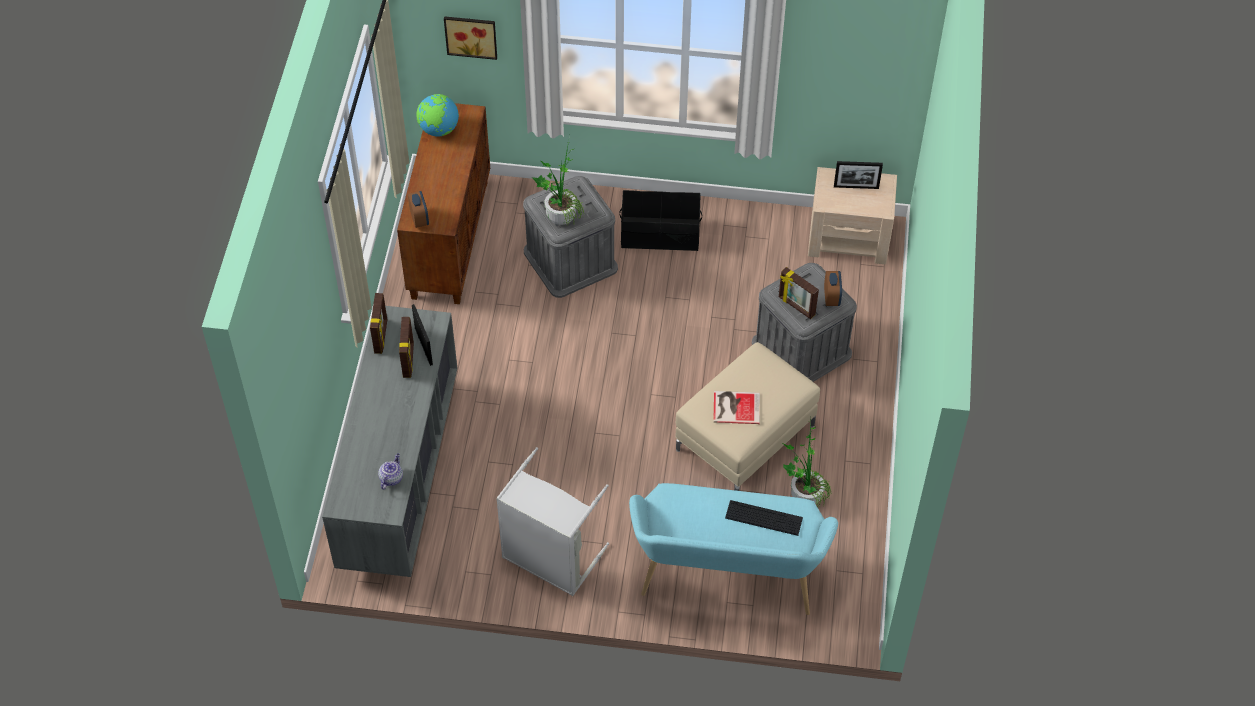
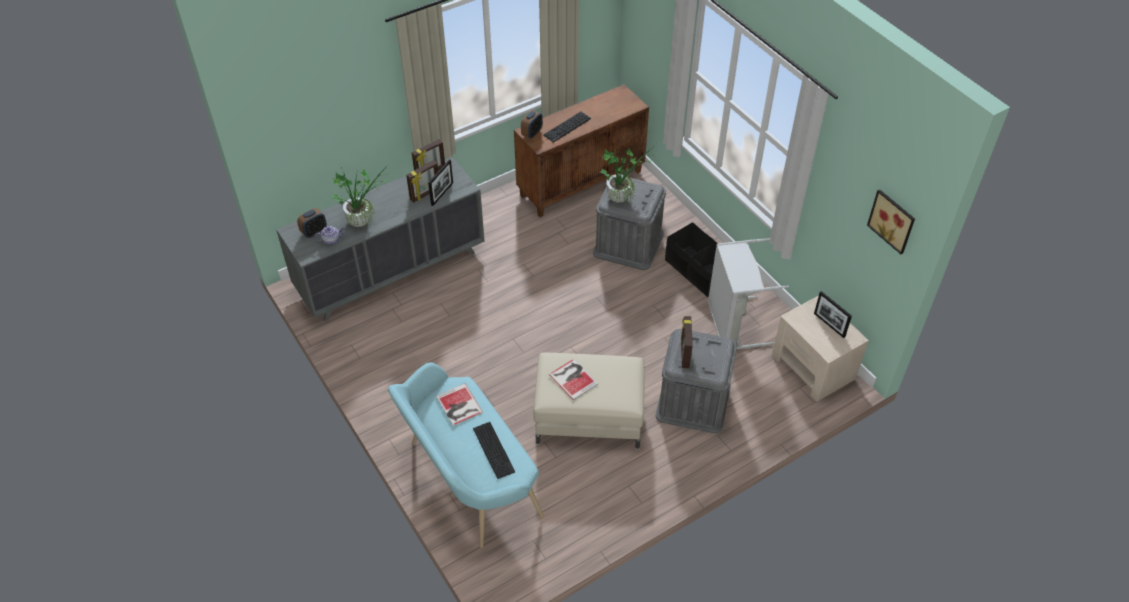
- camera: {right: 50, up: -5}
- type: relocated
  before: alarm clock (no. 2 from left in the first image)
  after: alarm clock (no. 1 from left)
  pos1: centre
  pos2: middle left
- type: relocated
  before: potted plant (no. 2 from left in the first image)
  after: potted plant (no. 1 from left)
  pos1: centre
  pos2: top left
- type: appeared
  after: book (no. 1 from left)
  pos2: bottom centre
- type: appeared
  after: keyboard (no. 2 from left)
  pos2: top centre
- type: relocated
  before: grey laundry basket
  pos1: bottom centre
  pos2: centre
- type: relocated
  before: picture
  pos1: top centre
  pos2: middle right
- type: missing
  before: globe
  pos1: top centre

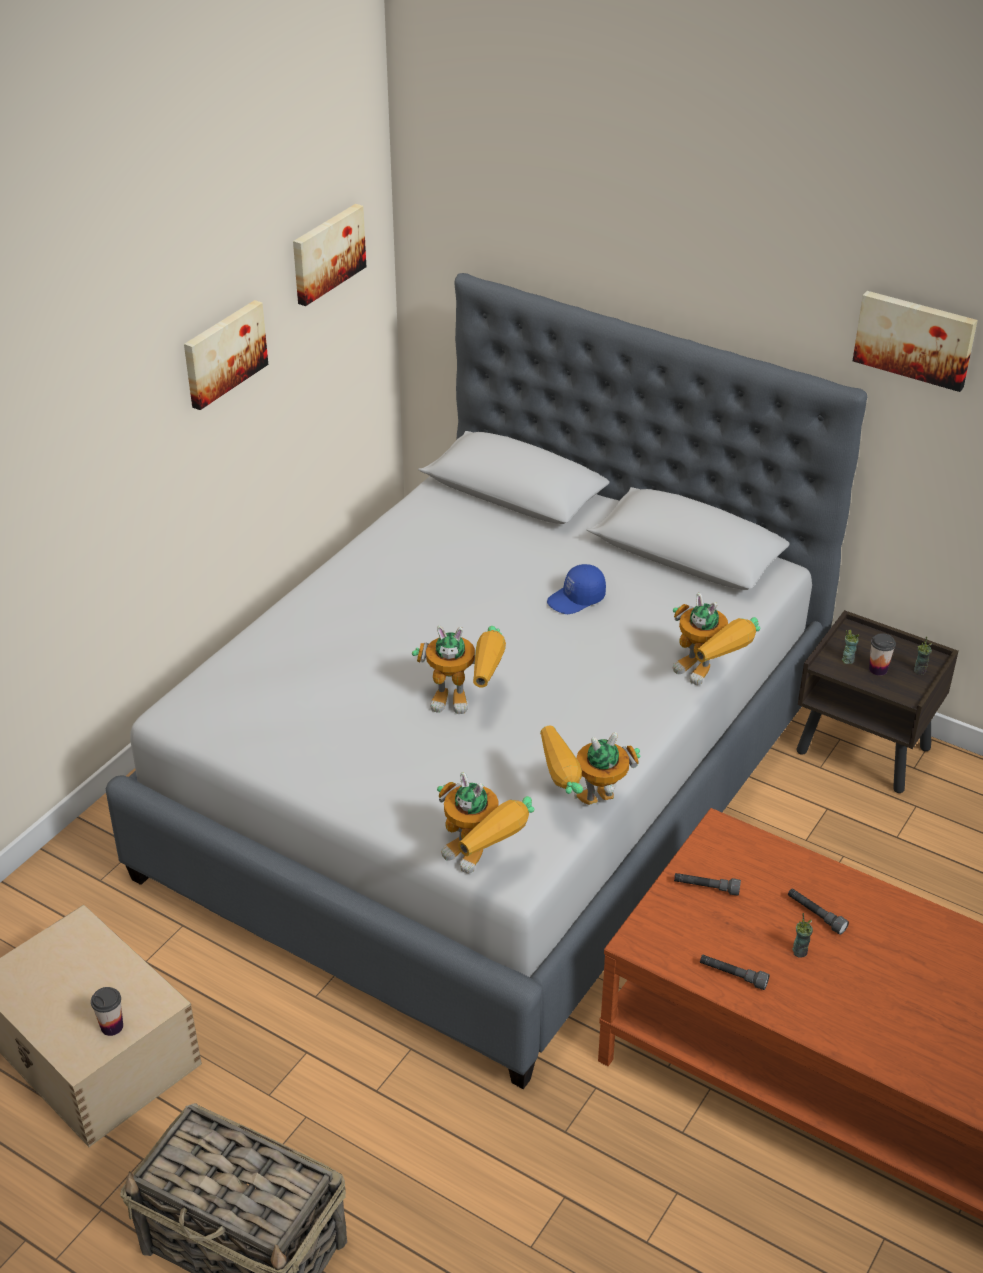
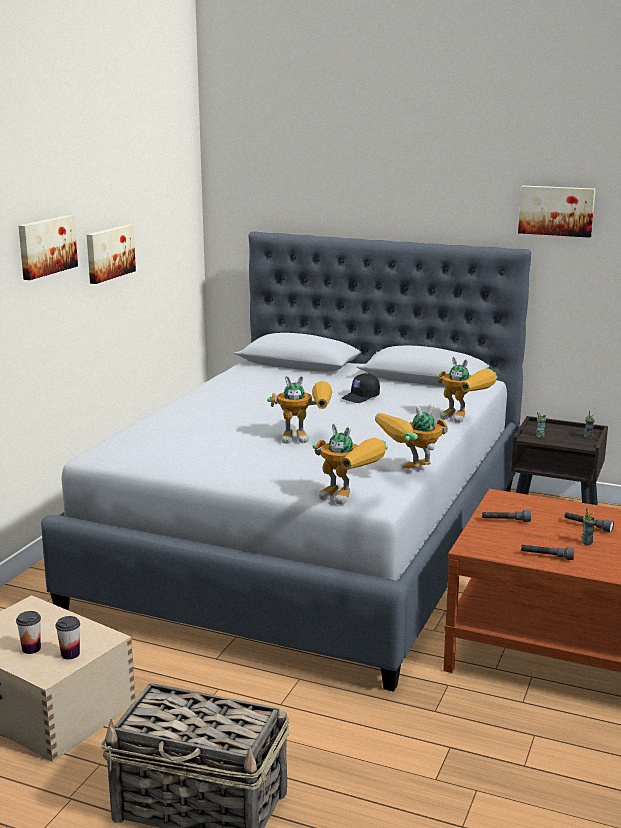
- camera: {right: -10, up: -20}
- type: relocated
  before: cup (no. 4 from left in the first image)
  after: cup (no. 1 from left)
  pos1: middle right
  pos2: bottom left
- type: relocated
  before: picture (no. 2 from left in the first image)
  after: picture (no. 1 from left)
  pos1: top centre
  pos2: top left
- type: colour
  before: blue cap
  after: black cap
  pos1: centre
  pos2: centre

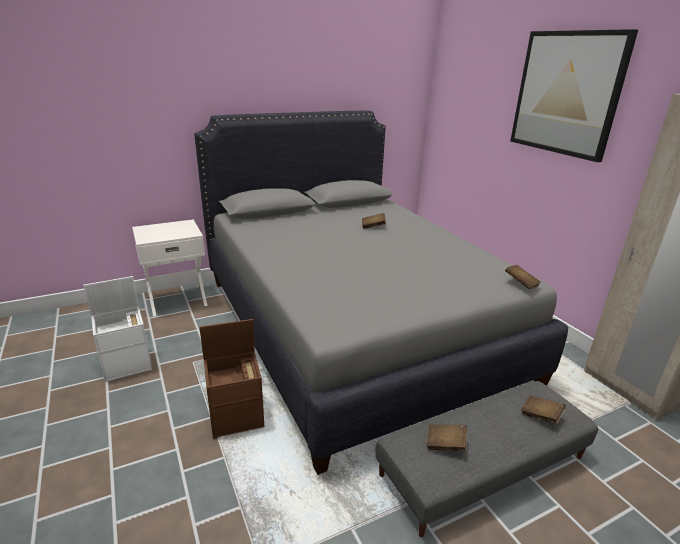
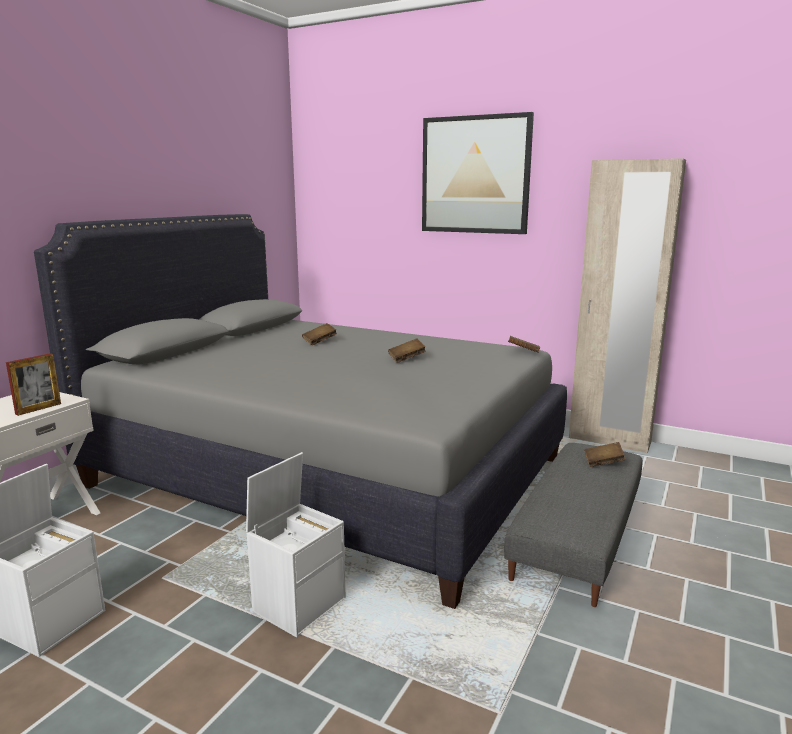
- camera: {right: -35, up: -10}
- type: appeared
  after: picture frame
  pos2: middle left
- type: colour
  before: brown storage box
  after: white storage box (no. 2 from left)
  pos1: bottom centre
  pos2: bottom centre
- type: relocated
  before: brown book (no. 2 from left)
  pos1: bottom centre
  pos2: centre

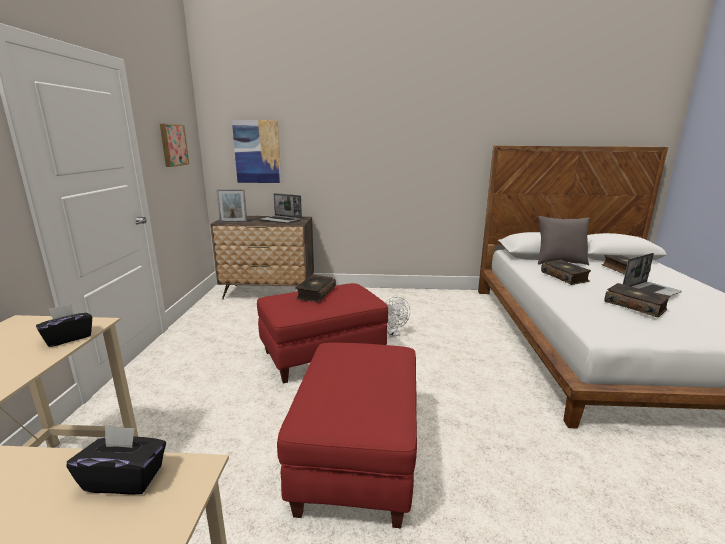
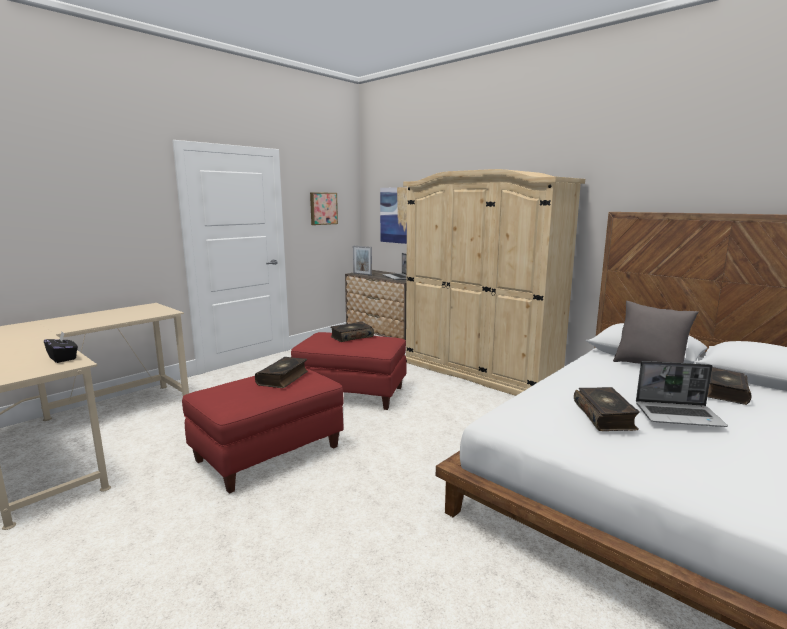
- camera: {right: 40, up: -5}
- type: relocated
  before: book (no. 2 from left in the first image)
  after: book (no. 1 from left)
  pos1: middle right
  pos2: centre
- type: appeared
  after: beige wardrobe
  pos2: centre
- type: missing
  before: black tissue box (no. 1 from left)
  pos1: middle left
- type: missing
  before: white fan
  pos1: centre

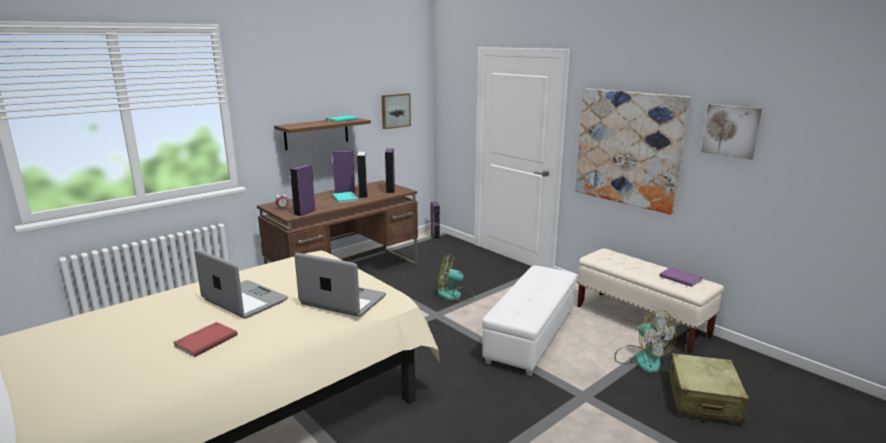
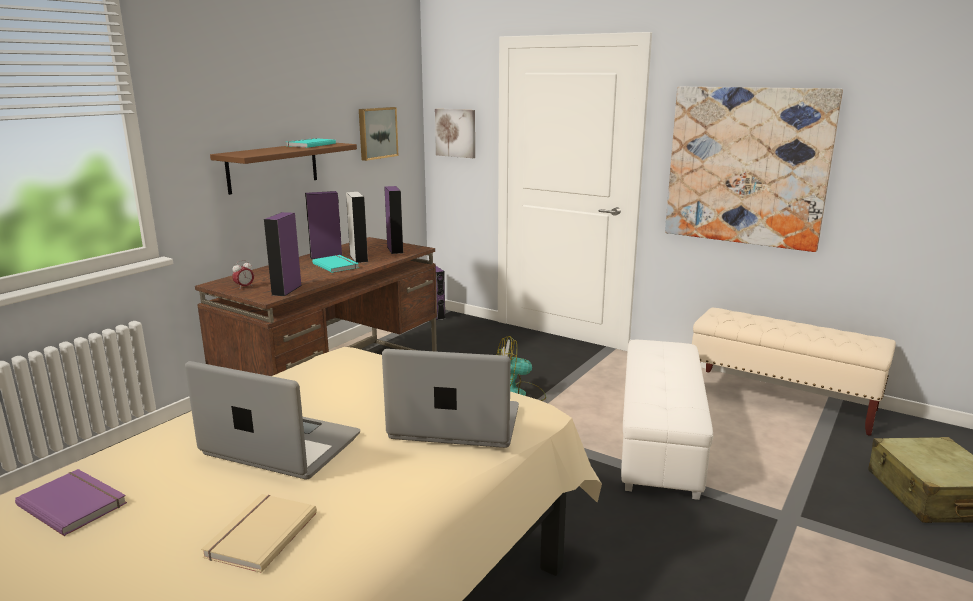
- camera: {right: -15, up: 0}
- type: relocated
  before: purple book
  pos1: middle right
  pos2: bottom left
- type: colour
  before: red book
  after: beige book
  pos1: bottom left
  pos2: bottom left
- type: relocated
  before: picture (no. 3 from left in the first image)
  after: picture (no. 2 from left)
  pos1: top right
  pos2: top centre
- type: missing
  before: fan (no. 2 from left)
  pos1: bottom right

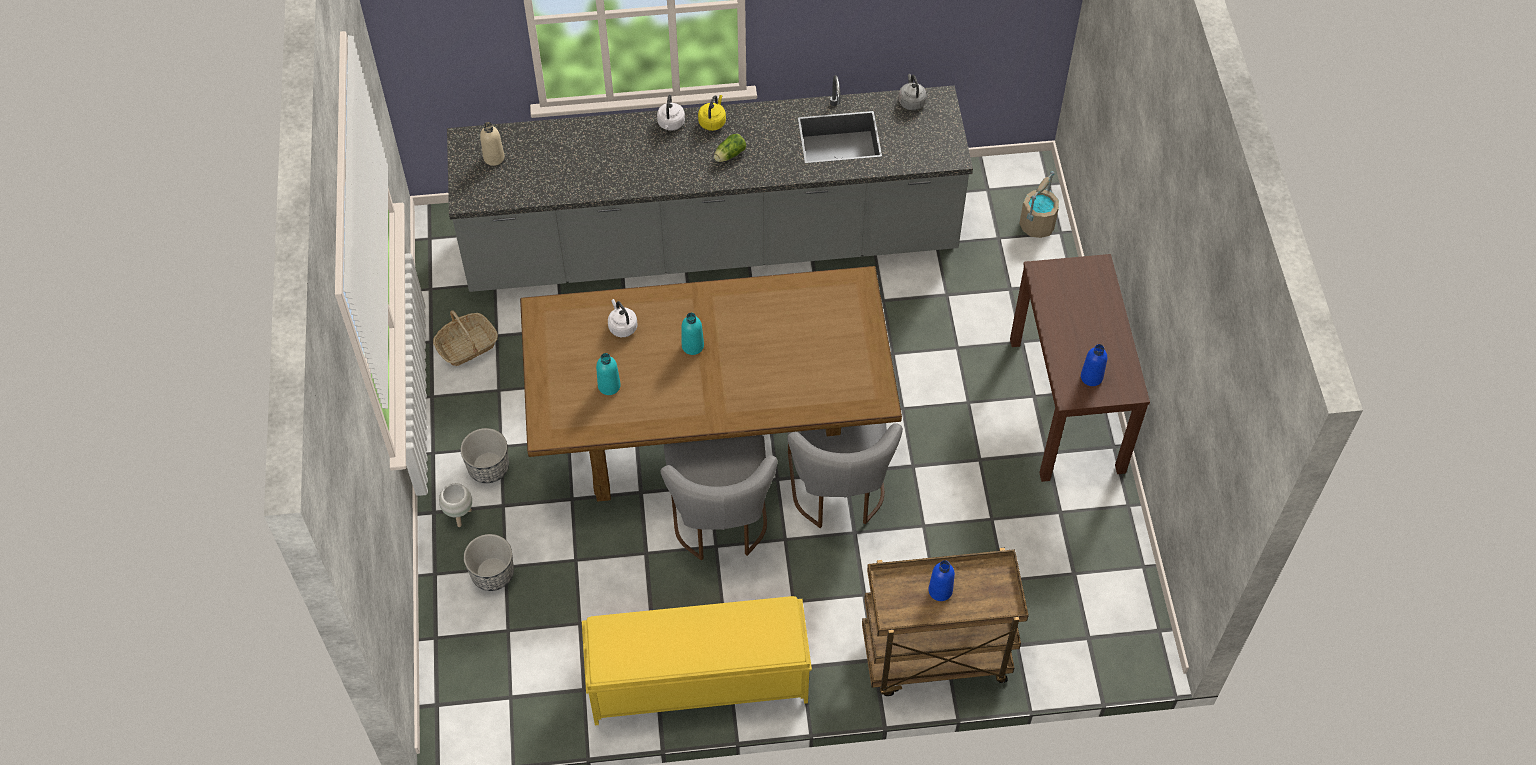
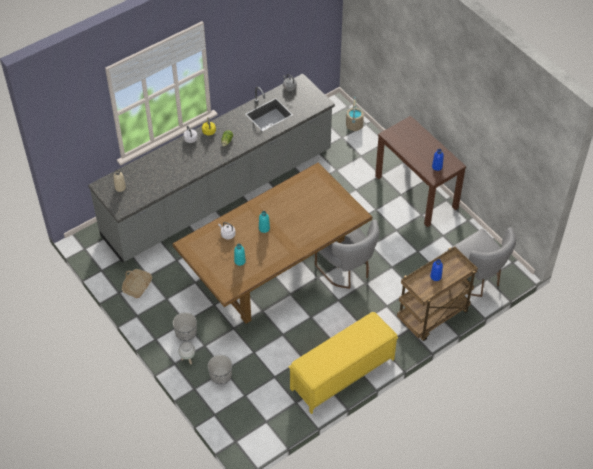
- camera: {right: -30, up: -5}
- type: relocated
  before: grey chair (no. 1 from left in the first image)
  after: grey chair (no. 2 from left)
  pos1: centre
  pos2: middle right

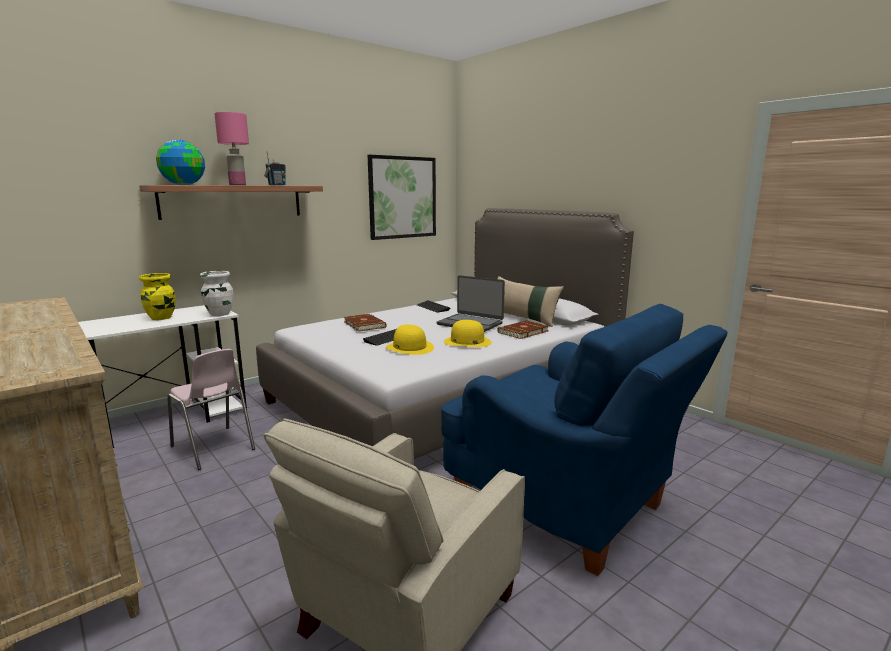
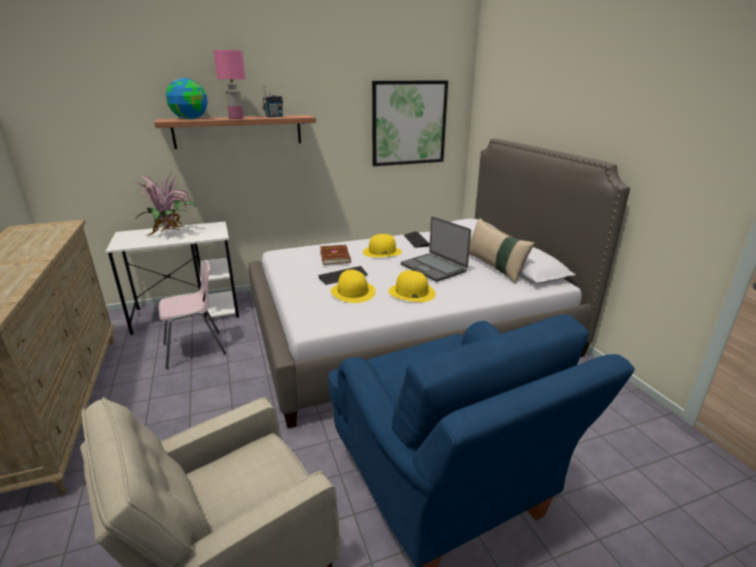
- camera: {right: 20, up: 10}
- type: exchanged
  before: yellow vase
  after: potted plant
  pos1: middle left
  pos2: middle left
- type: spun
  before: pink chair
  pos1: middle left
  pos2: middle left
  turn: -90
- type: appeared
  after: yellow hat (no. 2 from left)
  pos2: centre
- type: missing
  before: white vase
  pos1: middle left
- type: missing
  before: brown book (no. 2 from left)
  pos1: centre

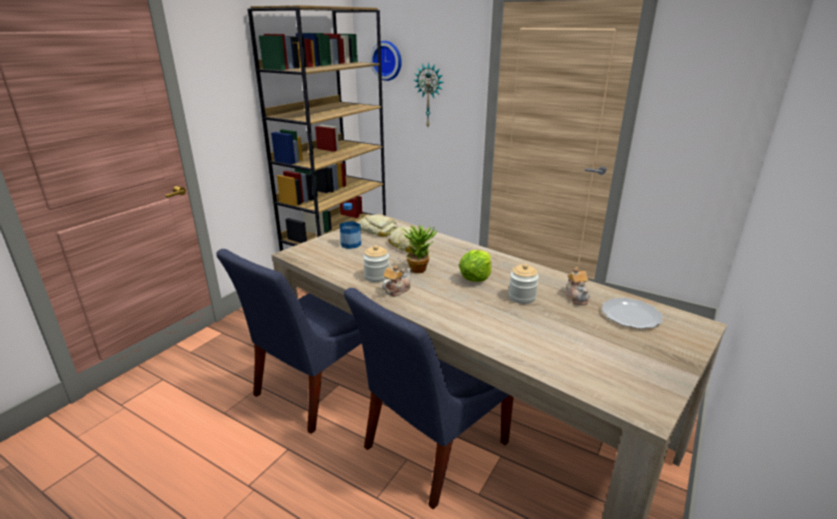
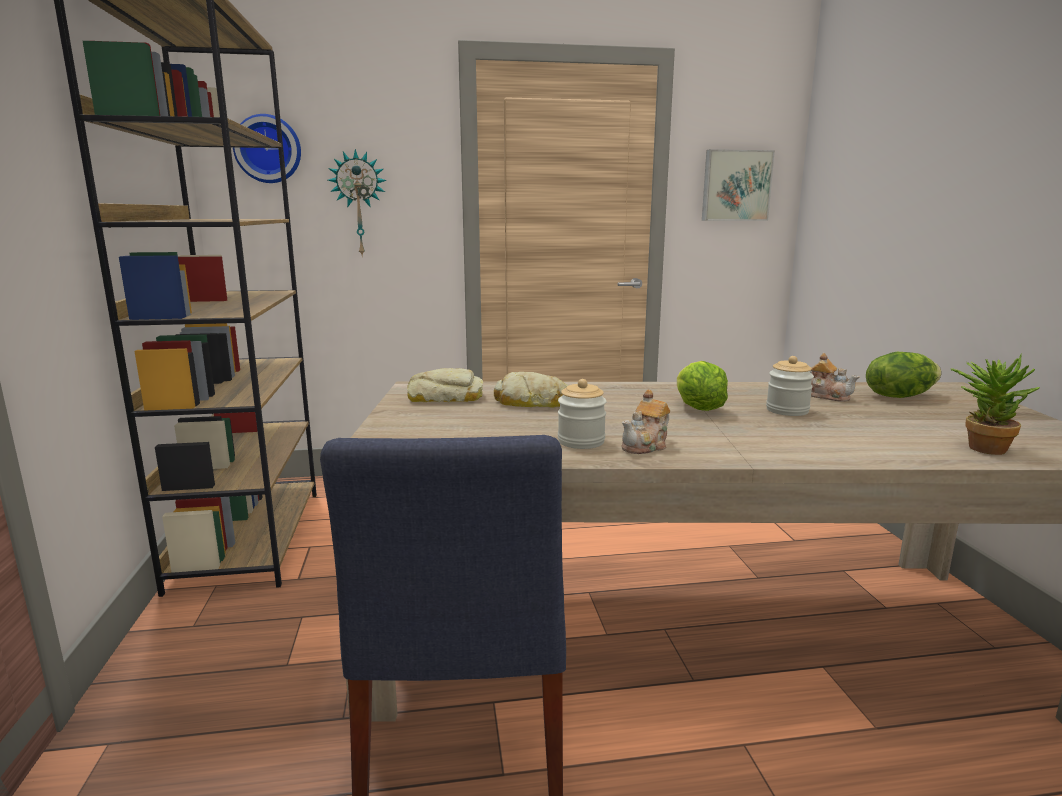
- camera: {right: -40, up: -10}
- type: spun
  before: teapot (no. 1 from left)
  pos1: centre
  pos2: centre
  turn: -135
- type: appeared
  after: picture
  pos2: top right
- type: exchanged
  before: plate
  after: lettuce (no. 2 from left)
  pos1: middle right
  pos2: middle right
- type: relocated
  before: potted plant
  pos1: centre
  pos2: middle right
- type: missing
  before: bottle
  pos1: centre
- type: missing
  before: blue chair (no. 2 from left)
  pos1: bottom centre

